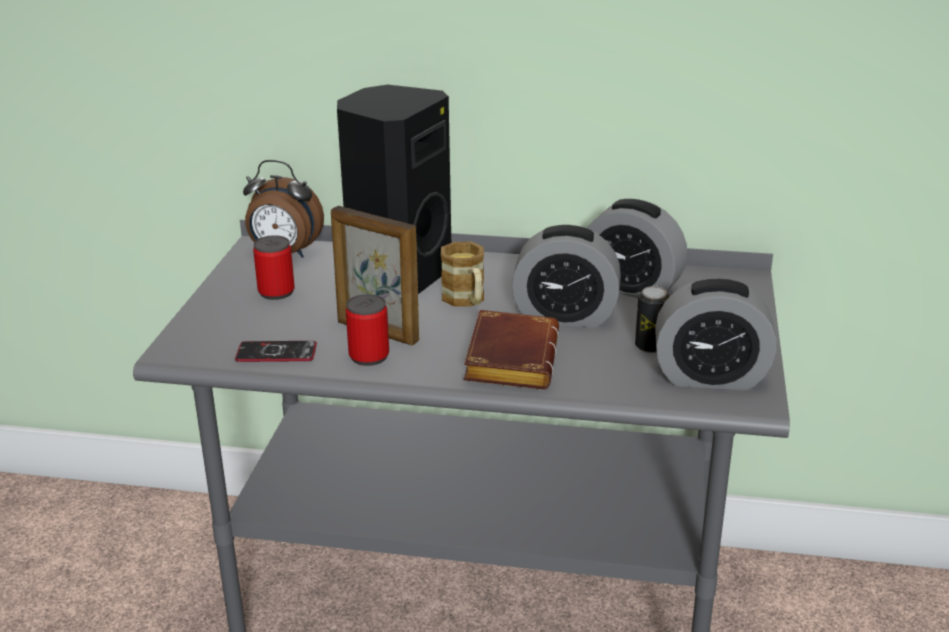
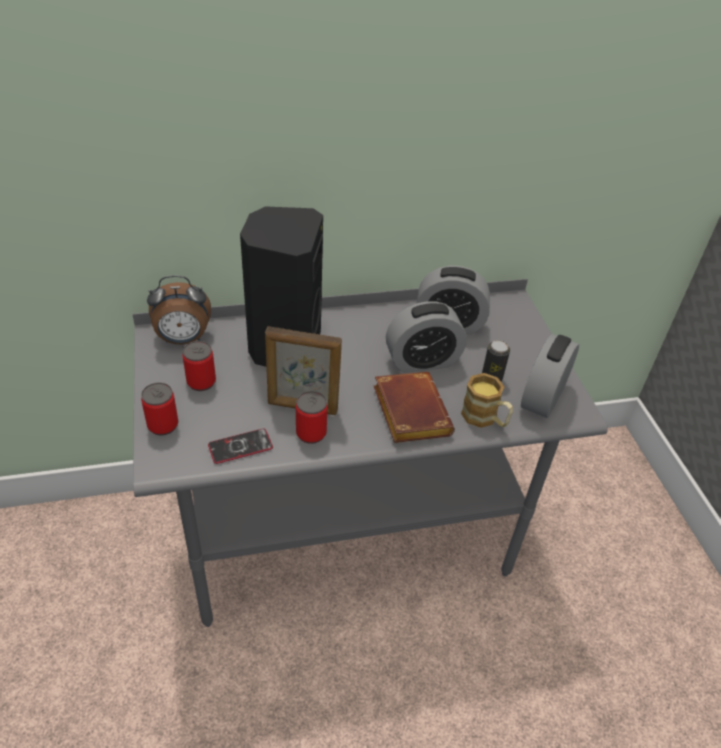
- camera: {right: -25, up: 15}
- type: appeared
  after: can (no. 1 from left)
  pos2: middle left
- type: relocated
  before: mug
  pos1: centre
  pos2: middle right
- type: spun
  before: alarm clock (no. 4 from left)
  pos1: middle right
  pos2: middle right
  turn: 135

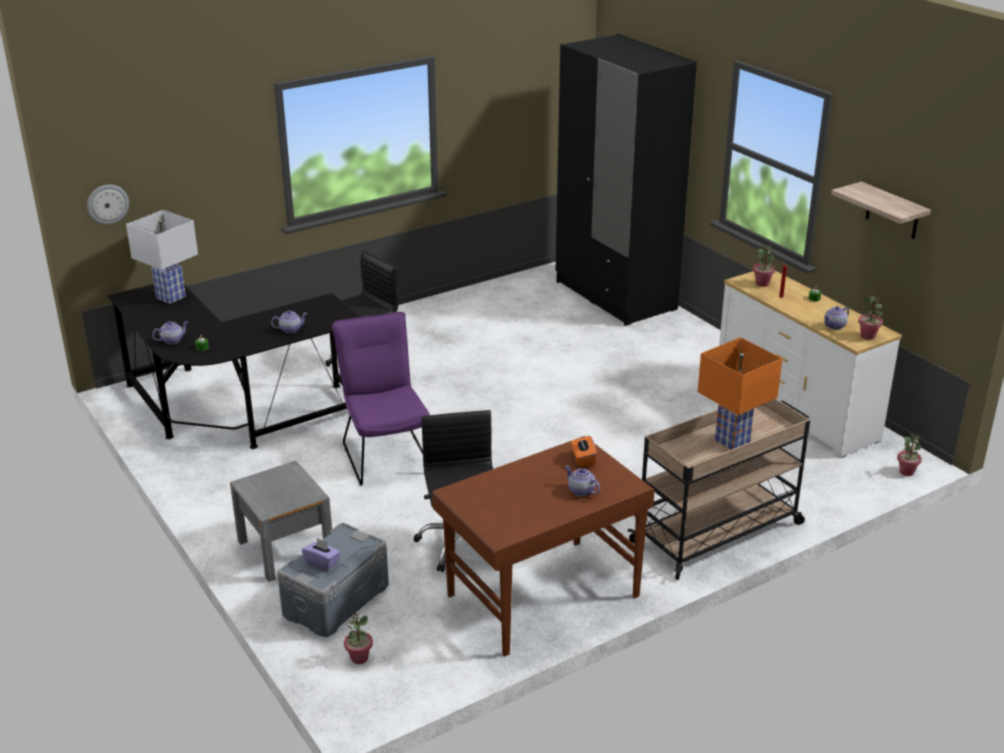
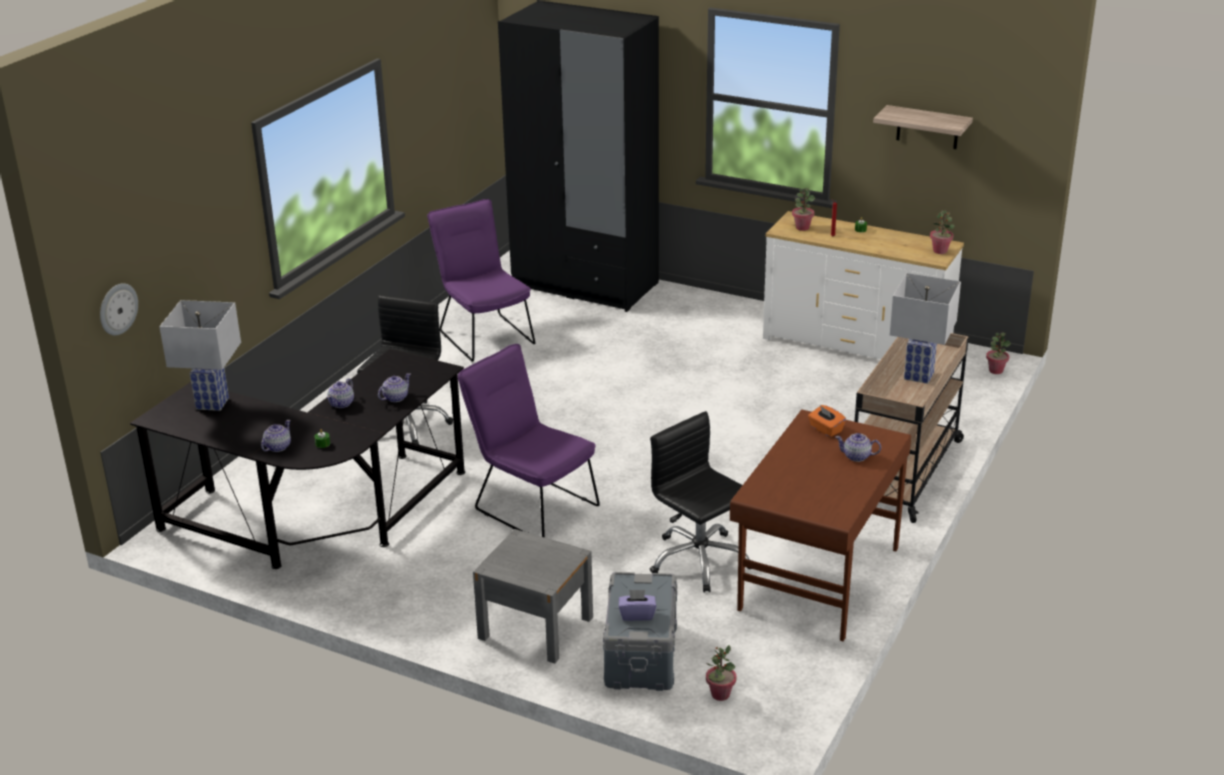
- camera: {right: -30, up: 0}
- type: relocated
  before: teapot (no. 4 from left in the first image)
  after: teapot (no. 2 from left)
  pos1: middle right
  pos2: middle left
- type: appeared
  after: purple chair (no. 1 from left)
  pos2: centre
- type: colour
  before: orange table lamp
  after: white table lamp (no. 2 from left)
  pos1: middle right
  pos2: middle right

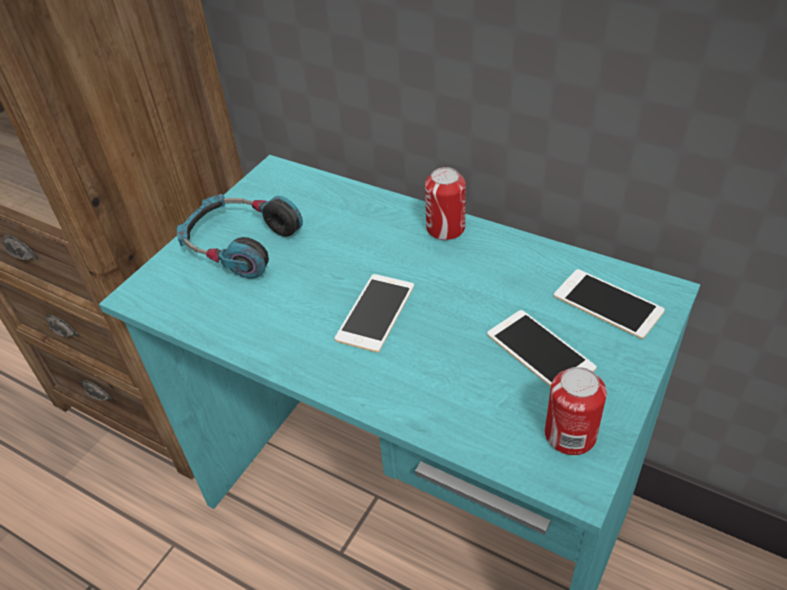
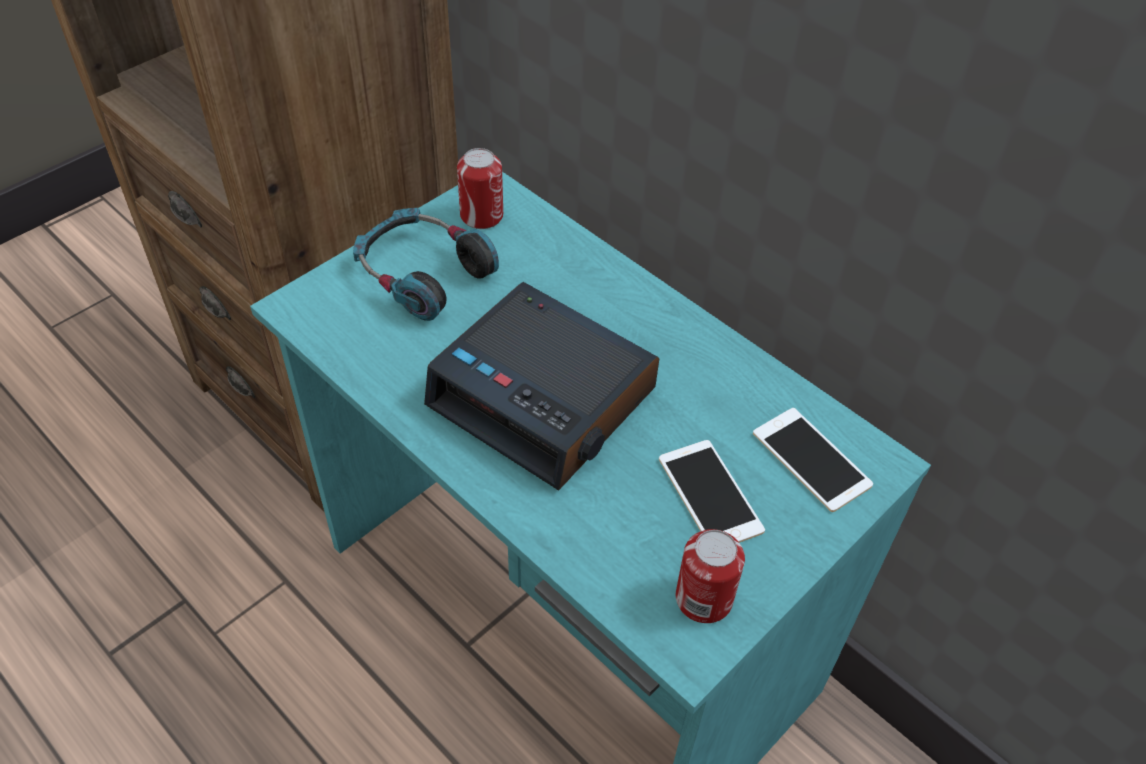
- camera: {right: 10, up: 5}
- type: exchanged
  before: phone (no. 1 from left)
  after: alarm clock
  pos1: centre
  pos2: centre
- type: relocated
  before: can (no. 1 from left)
  pos1: centre
  pos2: top centre

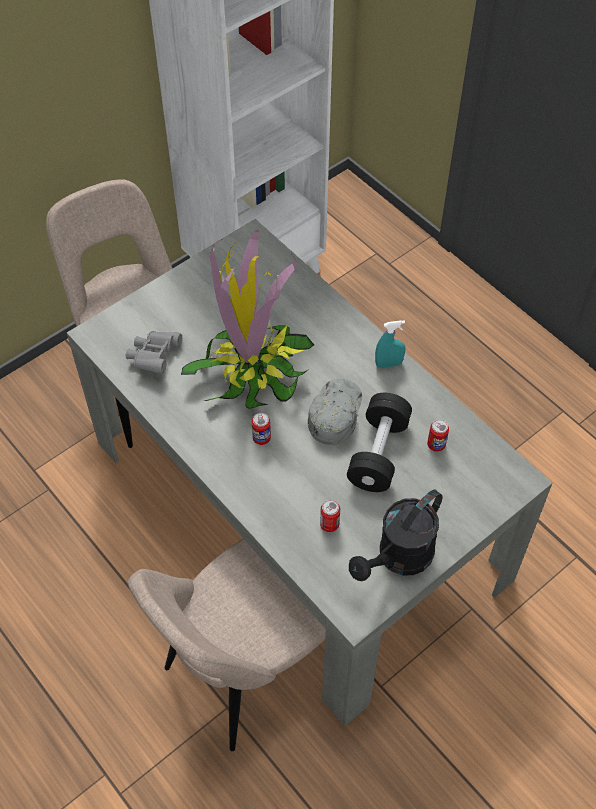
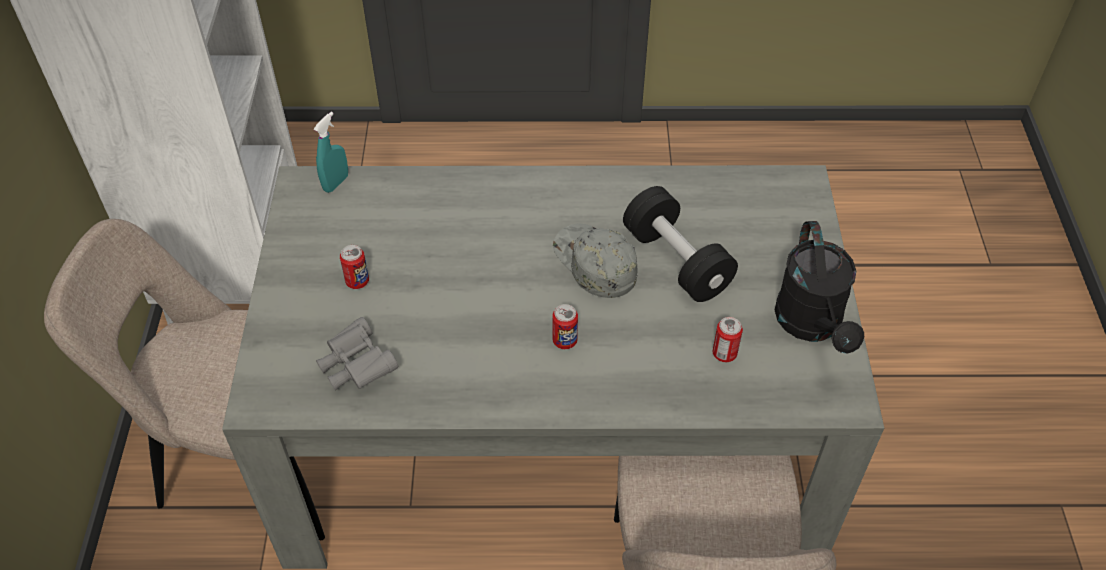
- camera: {right: -50, up: -5}
- type: relocated
  before: turquoise spray bottle
  pos1: centre
  pos2: top left
- type: relocated
  before: can (no. 3 from left in the first image)
  after: can (no. 1 from left)
  pos1: middle right
  pos2: middle left
- type: missing
  before: potted plant
  pos1: centre

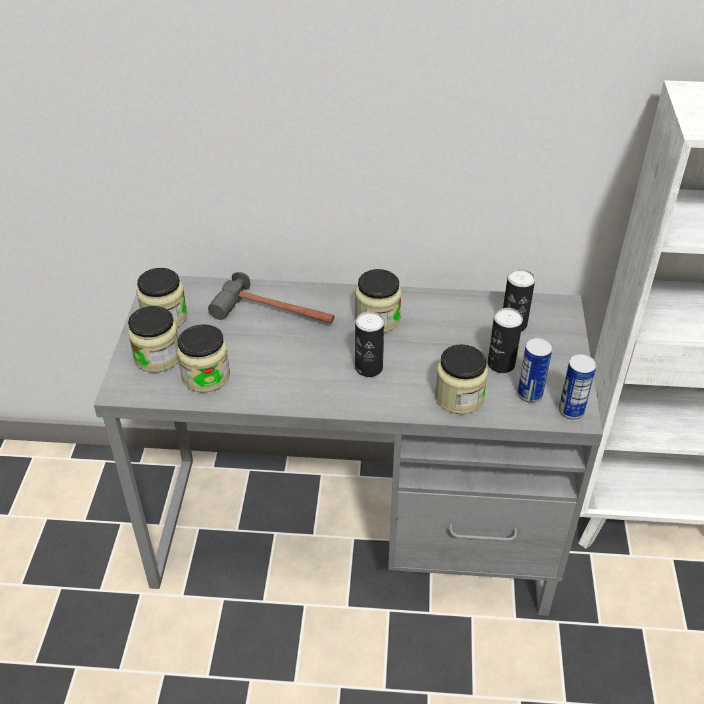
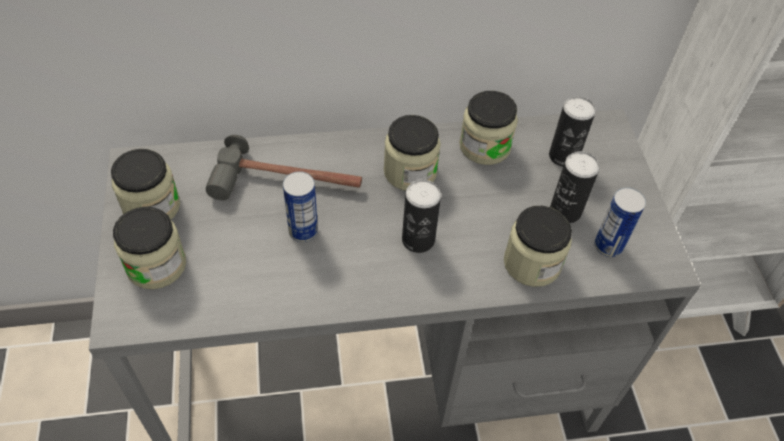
- camera: {right: -15, up: 10}
- type: relocated
  before: can (no. 5 from left in the first image)
  after: can (no. 1 from left)
  pos1: middle right
  pos2: centre
- type: relocated
  before: jar (no. 3 from left in the first image)
  after: jar (no. 4 from left)
  pos1: middle left
  pos2: top centre

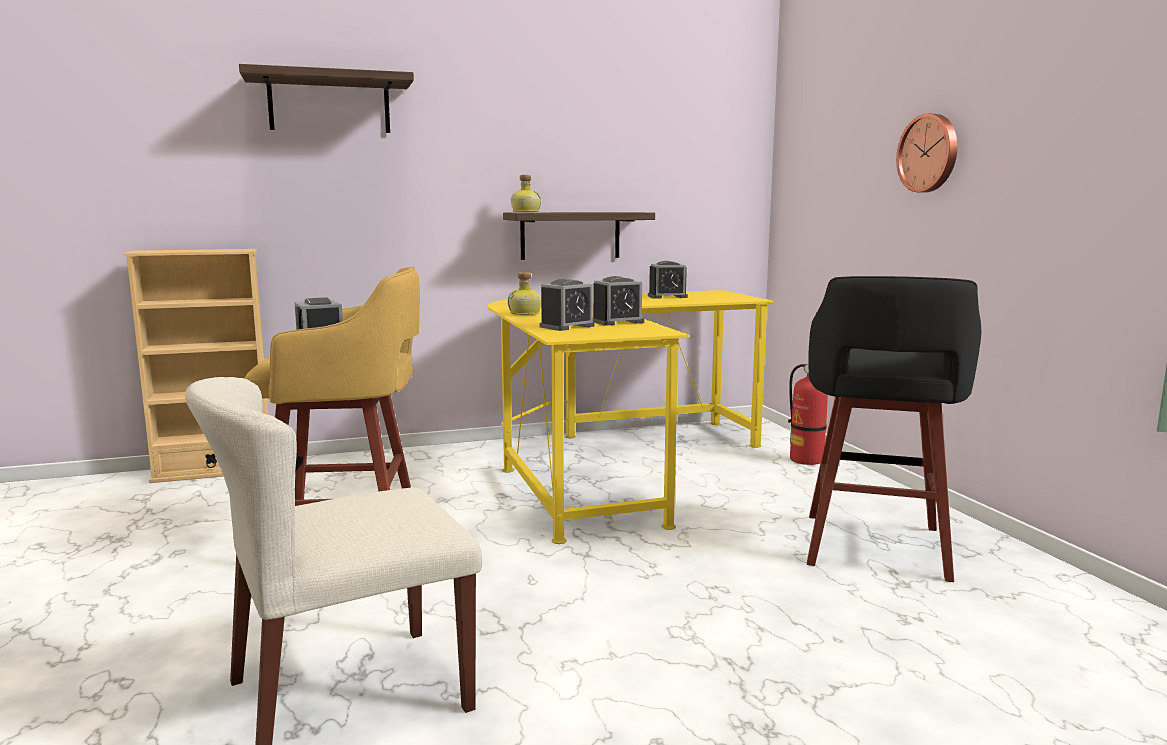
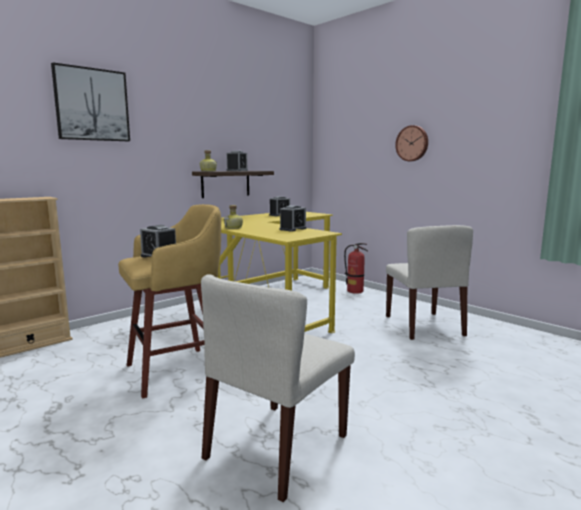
- camera: {right: -25, up: 0}
- type: exchanged
  before: shelf (no. 1 from left)
  after: picture
  pos1: top left
  pos2: top left
- type: relocated
  before: alarm clock (no. 2 from left)
  pos1: centre
  pos2: top centre
- type: exchanged
  before: black stool
  after: beige chair (no. 2 from left)
  pos1: middle right
  pos2: middle right

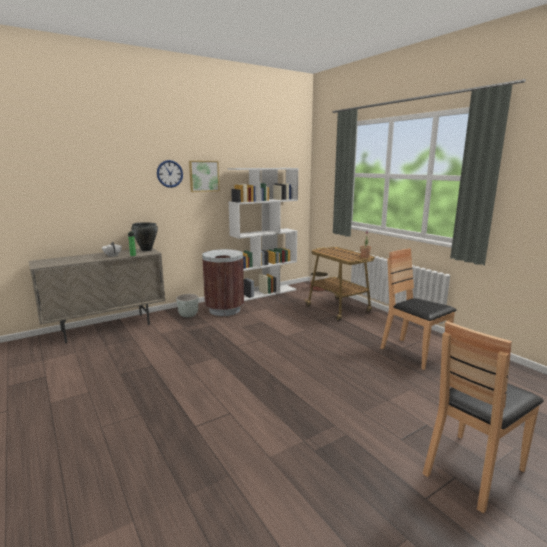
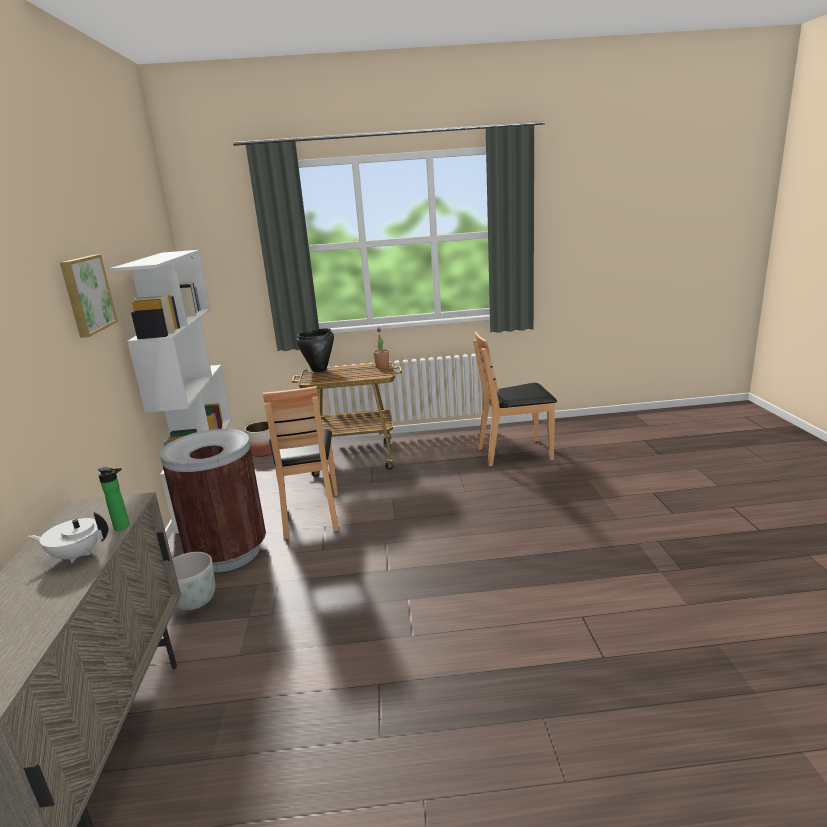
- camera: {right: -60, up: 5}
- type: relocated
  before: brown chair (no. 2 from left in the first image)
  after: brown chair (no. 1 from left)
  pos1: bottom right
  pos2: centre
- type: relocated
  before: black cooking pot
  pos1: middle left
  pos2: centre
- type: missing
  before: wall clock
  pos1: top left

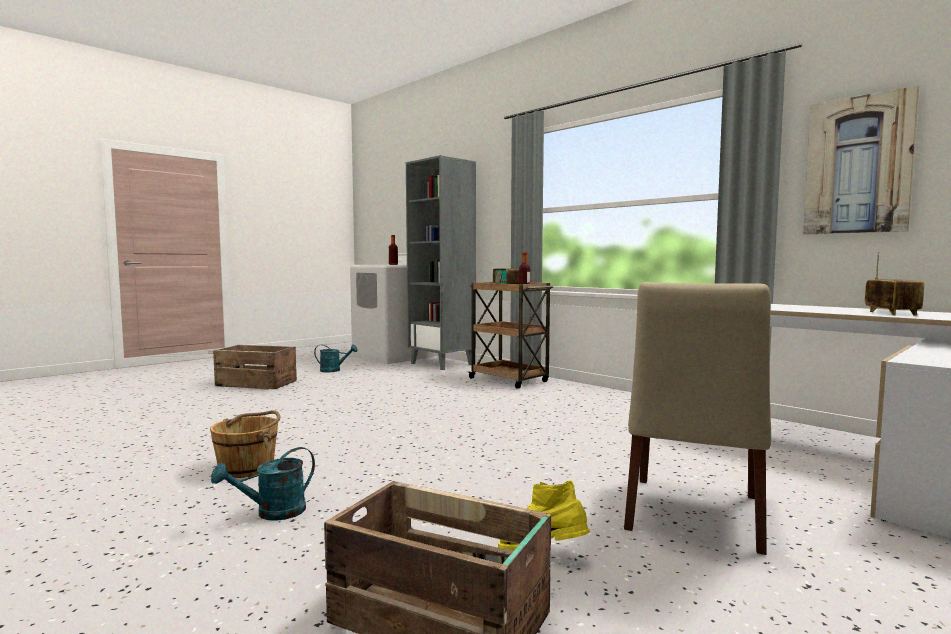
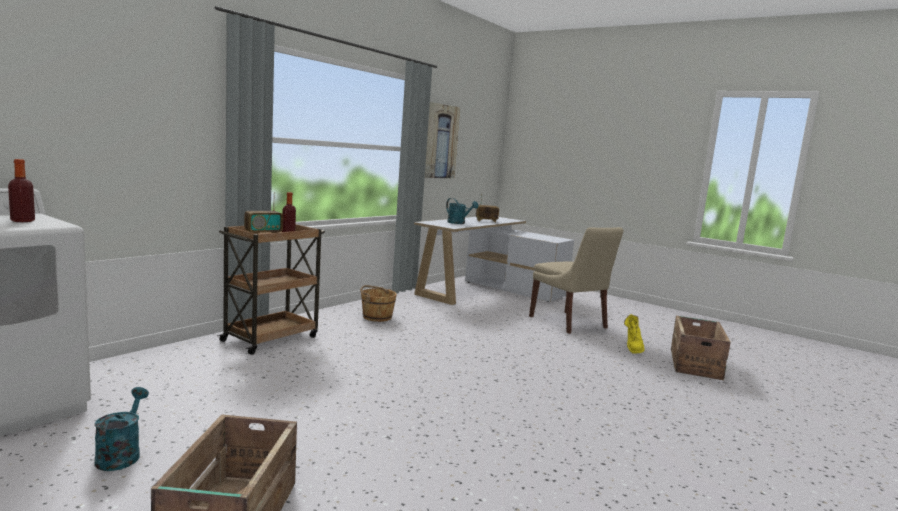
- camera: {right: -100, up: 5}
- type: relocated
  before: brown bucket
  pos1: bottom left
  pos2: centre
- type: relocated
  before: turquoise watering can (no. 1 from left in the first image)
  after: turquoise watering can (no. 2 from left)
  pos1: bottom left
  pos2: centre
- type: spun
  before: beige chair
  pos1: middle right
  pos2: centre
  turn: 45
- type: missing
  before: grey bookcase
  pos1: centre

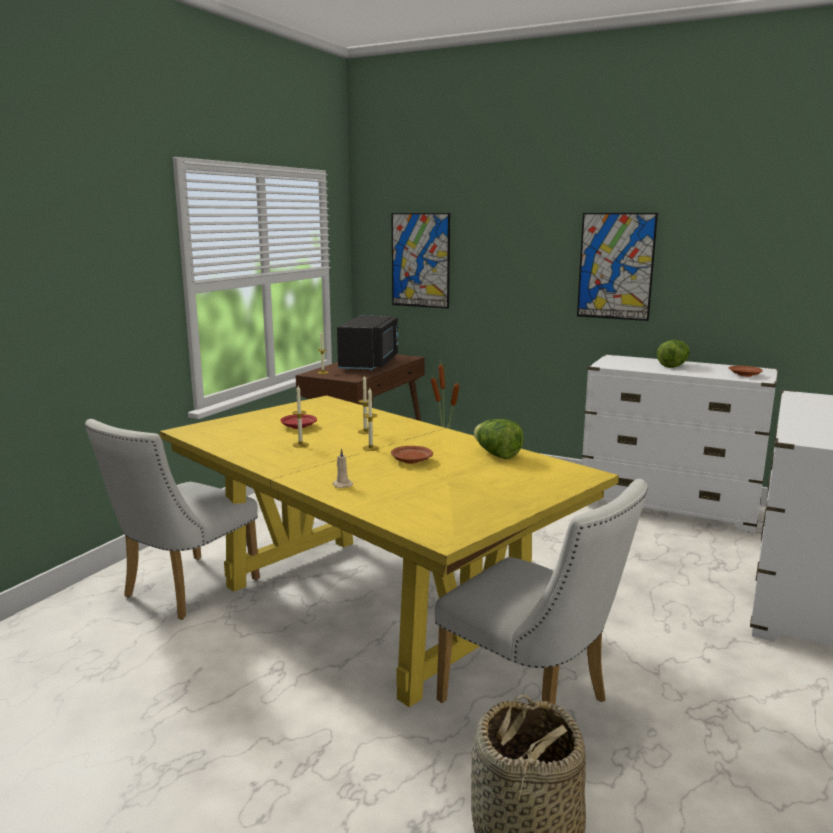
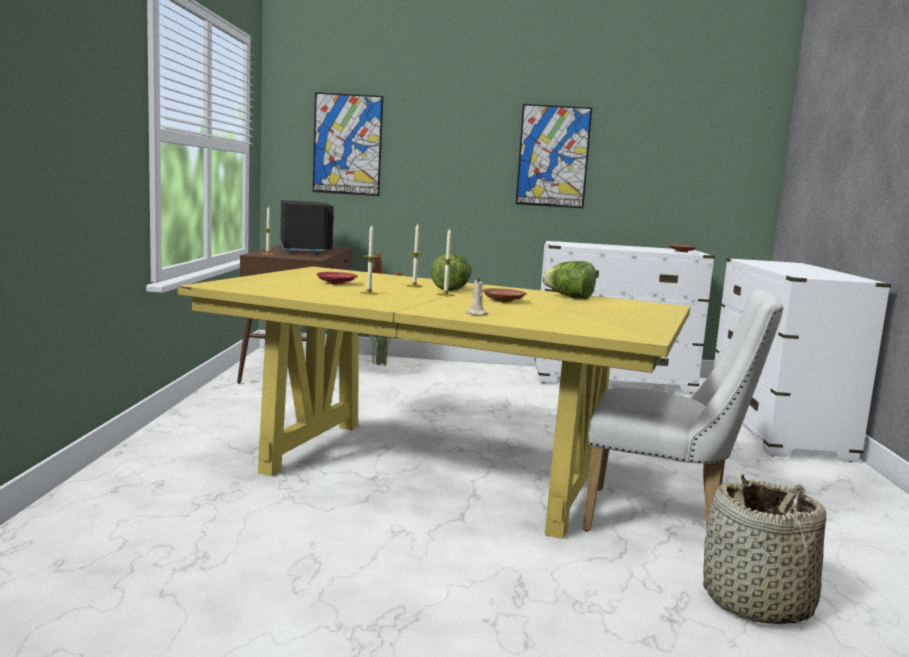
- camera: {right: -25, up: -5}
- type: relocated
  before: lettuce (no. 2 from left in the first image)
  after: lettuce (no. 1 from left)
  pos1: middle right
  pos2: centre
- type: missing
  before: white chair (no. 1 from left)
  pos1: middle left

